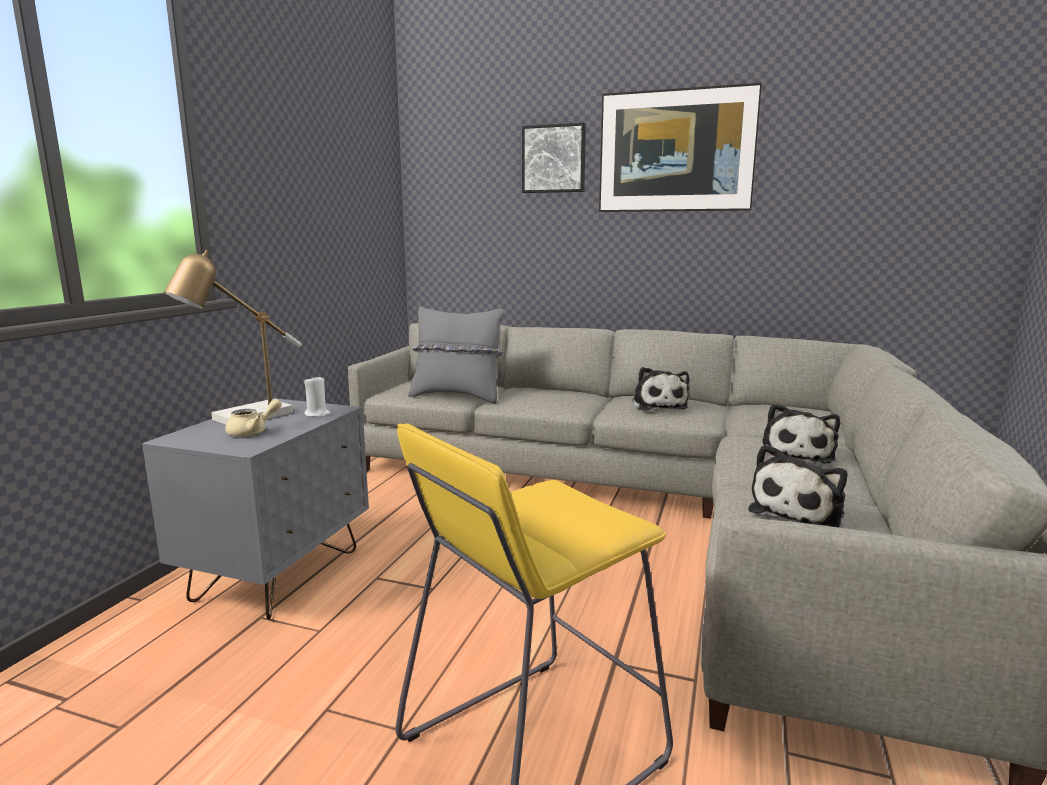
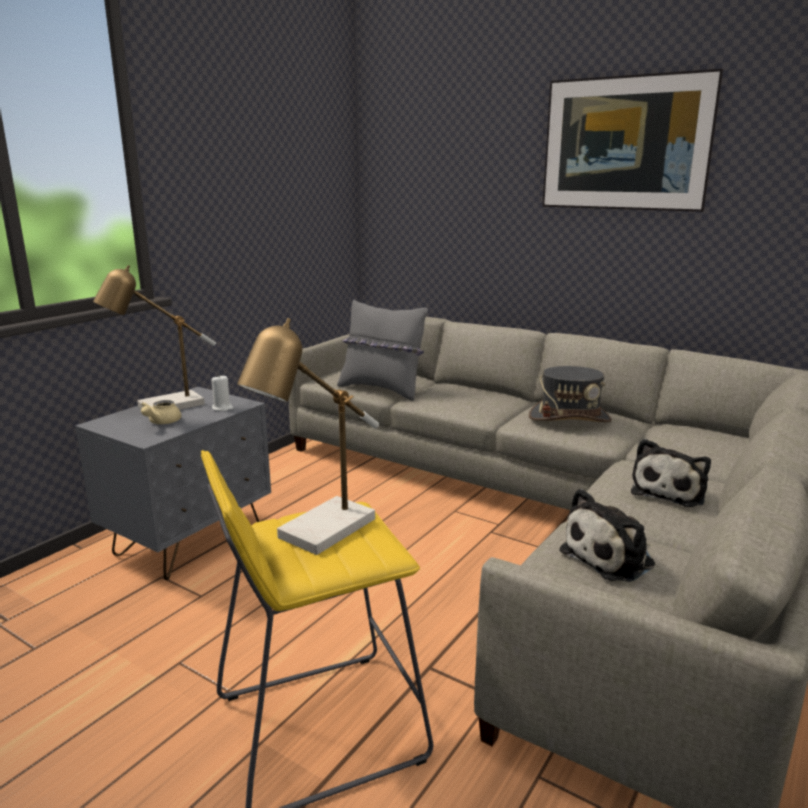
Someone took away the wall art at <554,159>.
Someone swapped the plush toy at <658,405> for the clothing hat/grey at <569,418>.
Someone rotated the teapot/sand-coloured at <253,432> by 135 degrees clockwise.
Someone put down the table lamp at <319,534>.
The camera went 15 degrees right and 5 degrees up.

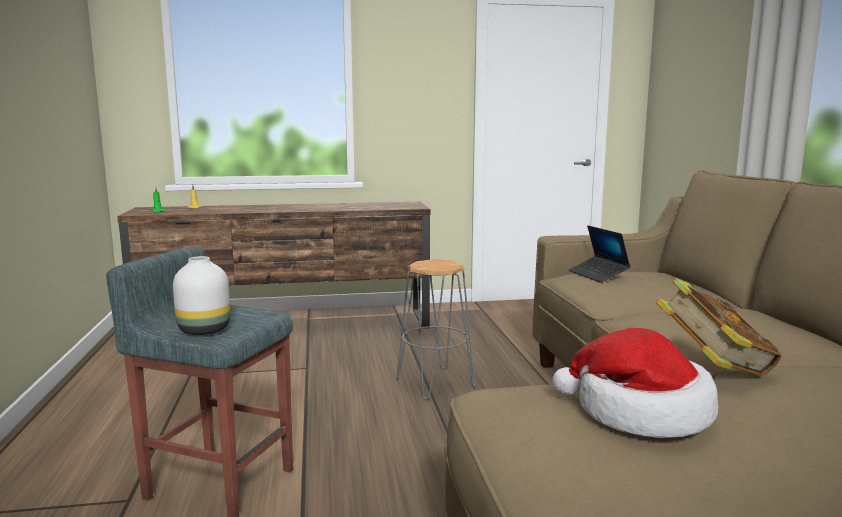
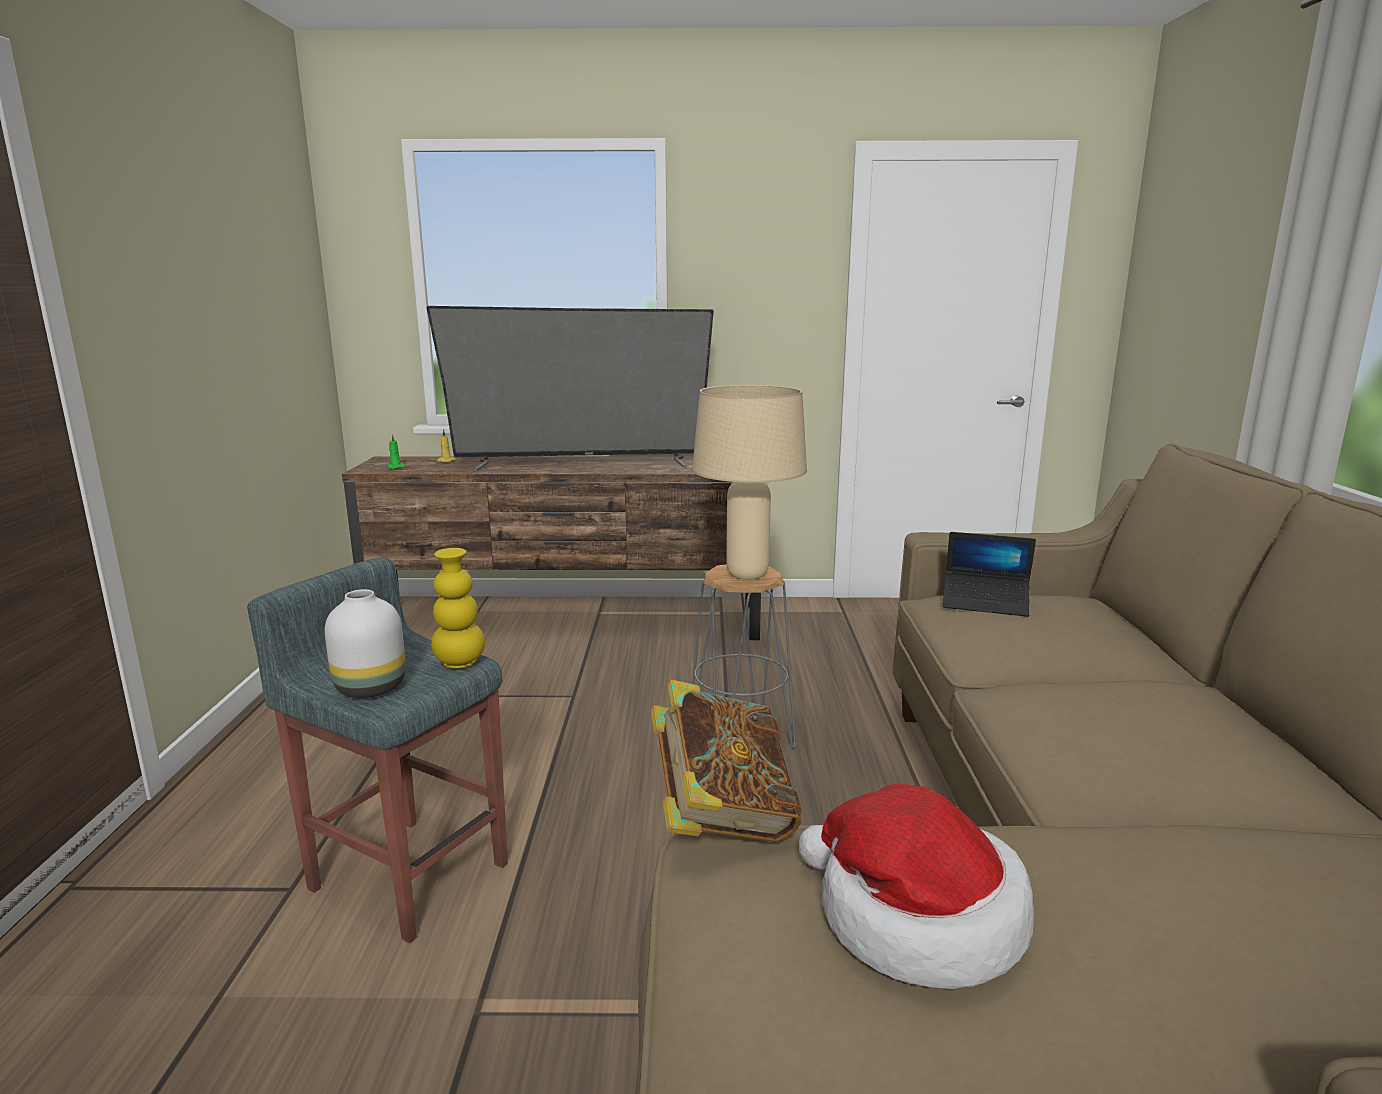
Someone rotated the laptop at <598,275> by 60 degrees counterclockwise.
Someone carried the bound book from <712,368> to <721,817>.
Someone put down the television at <580,464>.
Someone put down the table lamp/sand-coloured at <748,574>.
Someone put down the vase/yellow-coloured at <460,663>.
The camera went 10 degrees right and 5 degrees up.

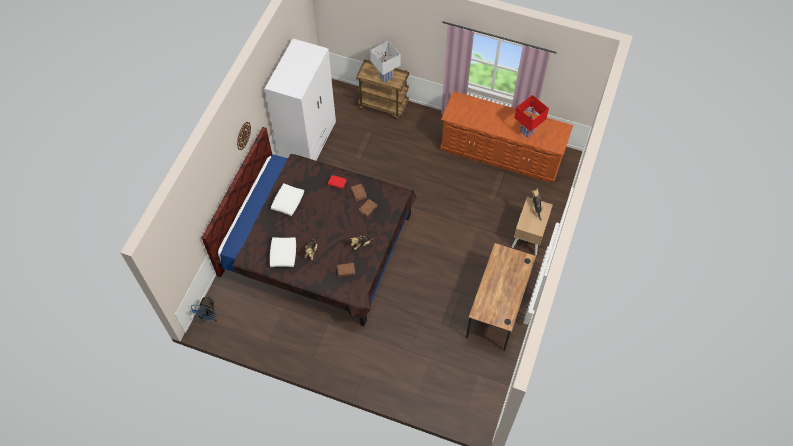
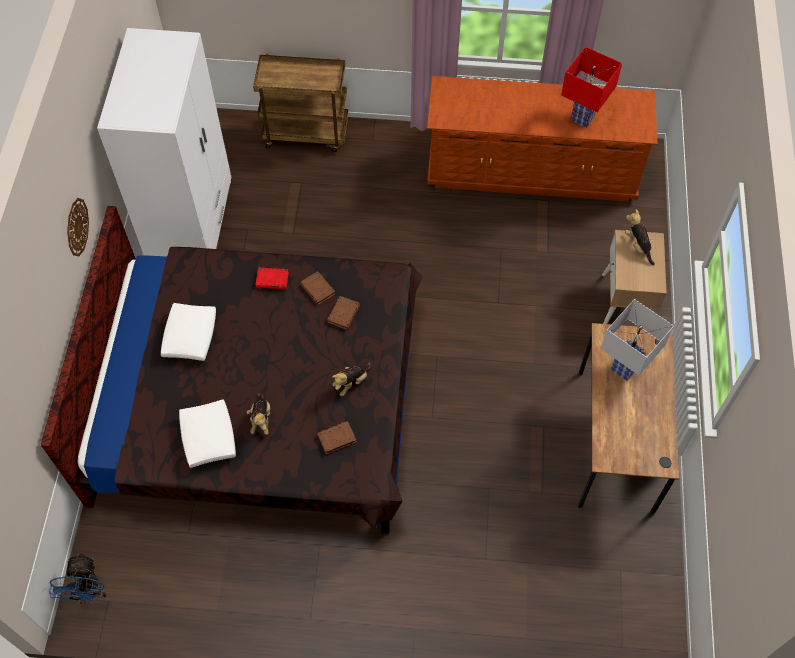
Someone carried the table lamp/white-coloured from <385,77> to <624,369>.
The camera went 15 degrees left and 0 degrees up.

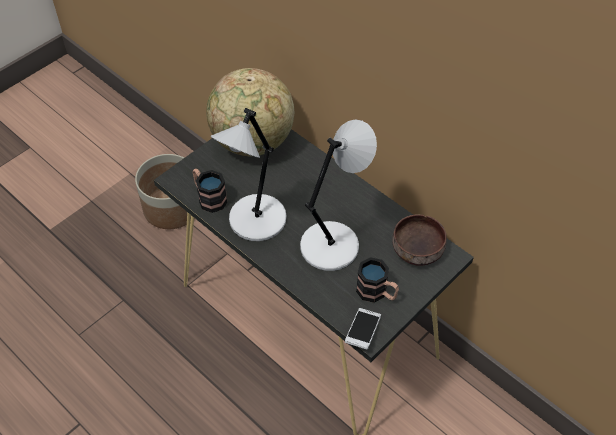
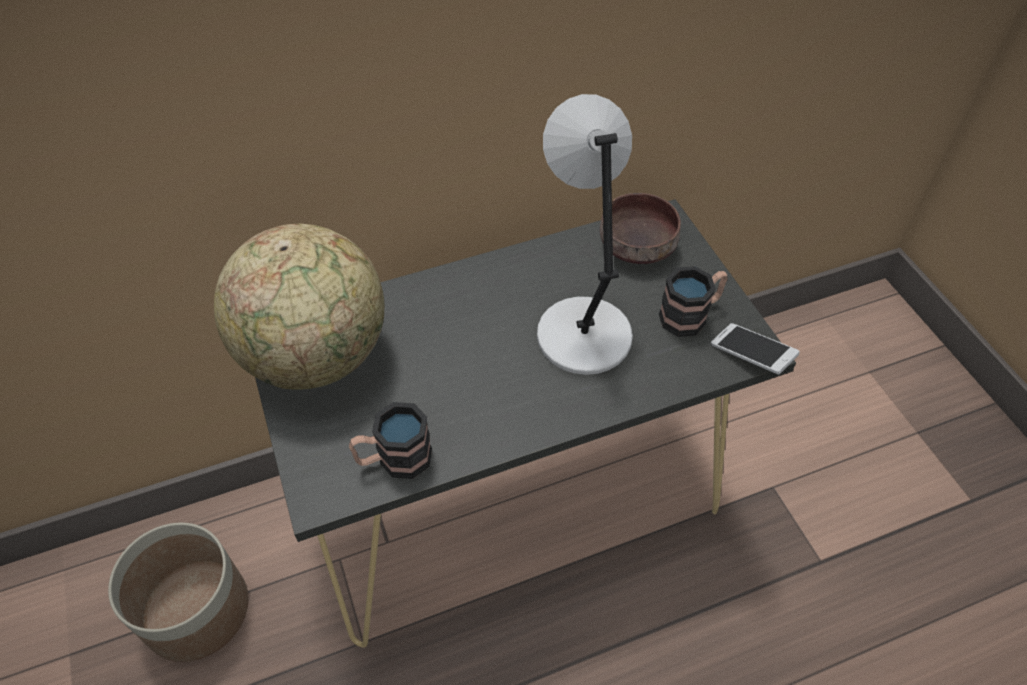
Someone took away the table lamp/grey at <255,221>.
The camera went 65 degrees left and 0 degrees up.

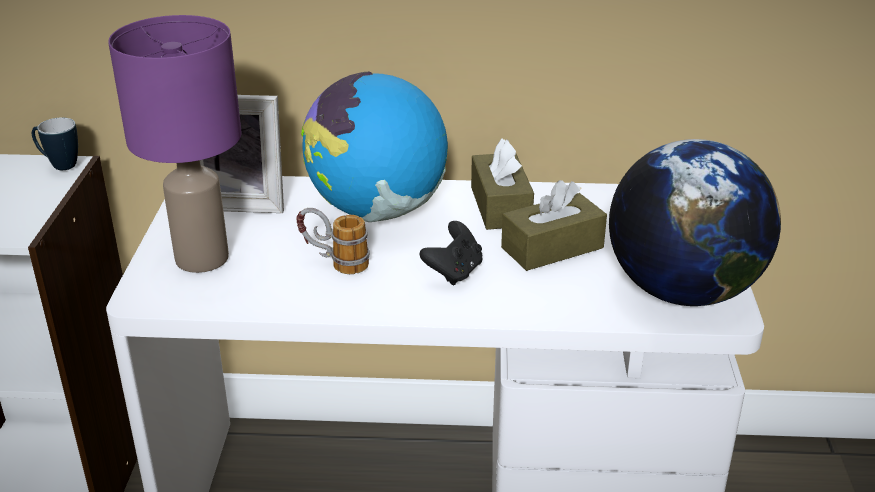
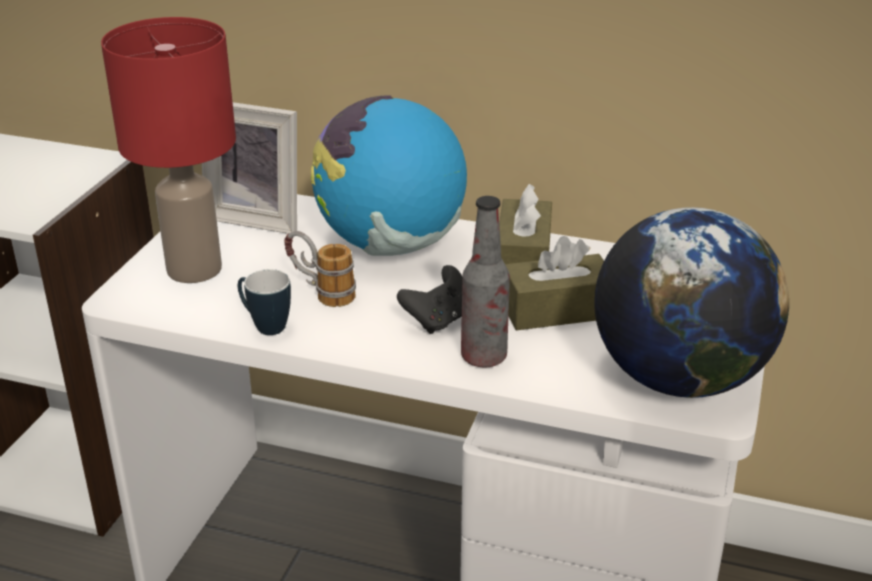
Someone repainted the table lamp/purple-coloured at <202,257>, which became the table lamp/red-coloured at <195,268>.
Someone carried the mug from <59,165> to <264,326>.
Someone put down the beverage bottle at <483,357>.
The camera went 15 degrees right and 0 degrees up.

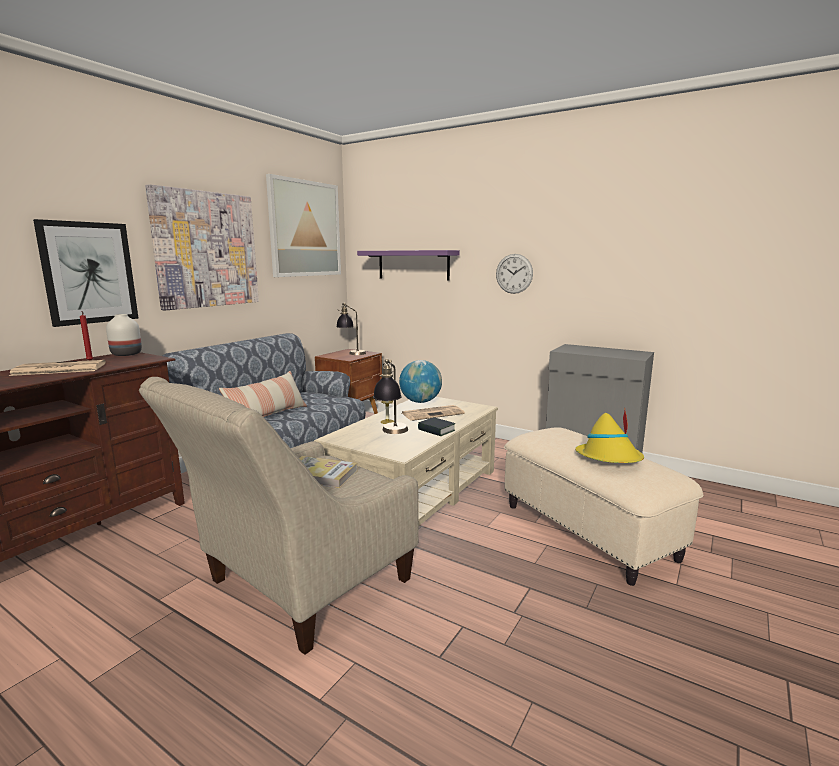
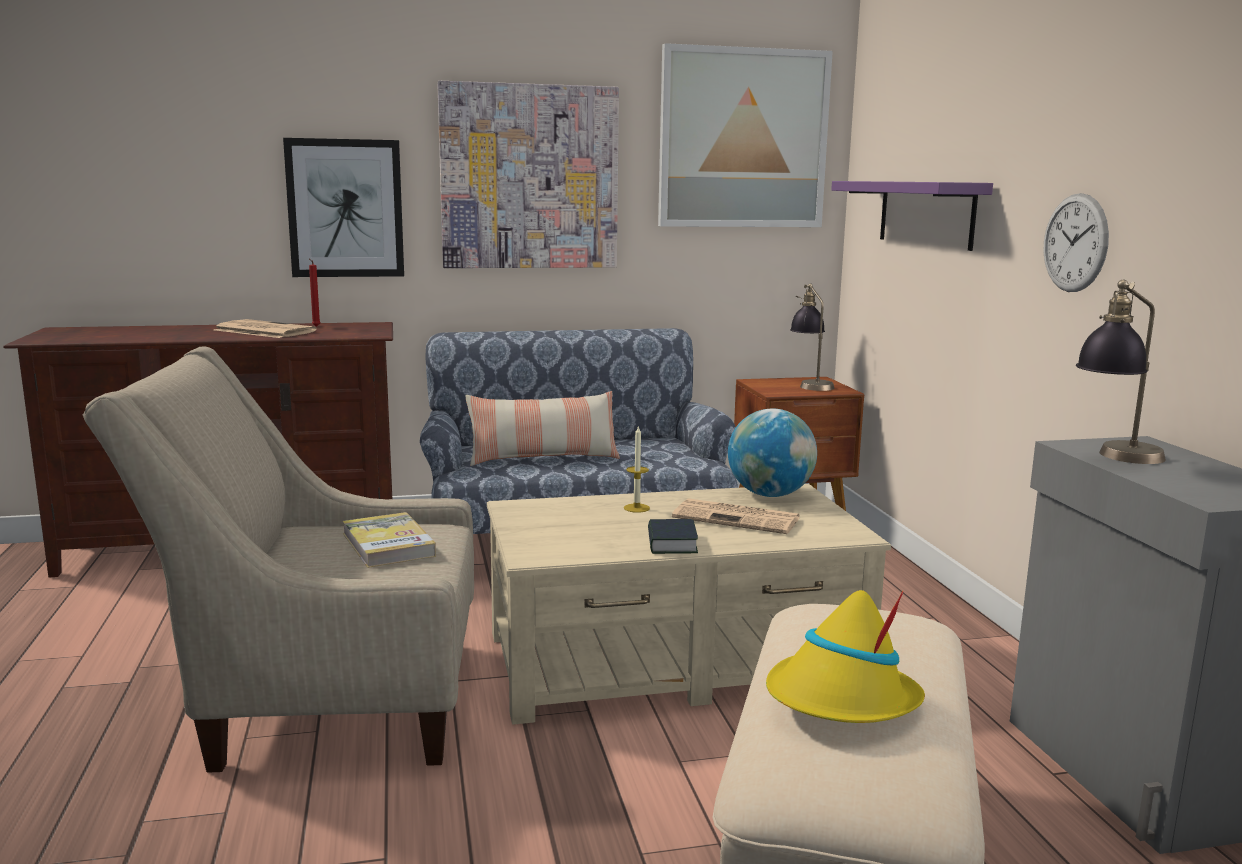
Someone took away the vase/white-coloured at <127,354>.
Someone carried the table lamp from <391,433> to <1114,459>.
The camera went 45 degrees right and 0 degrees up.

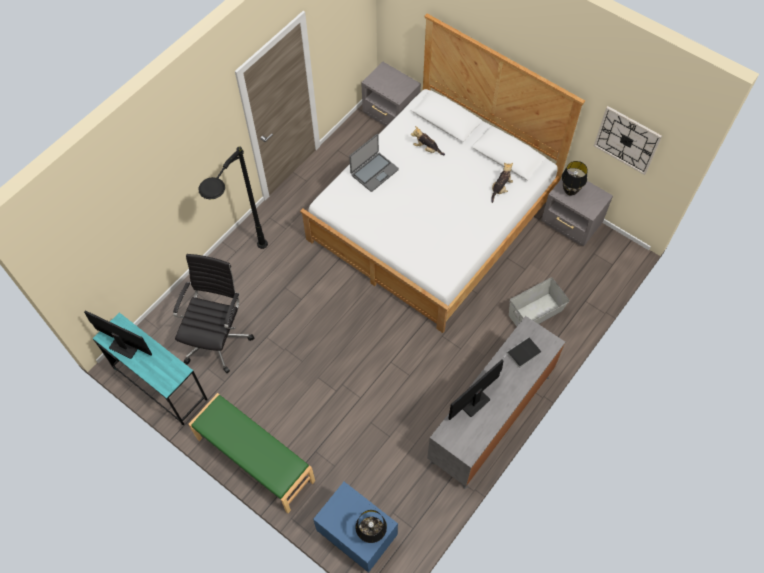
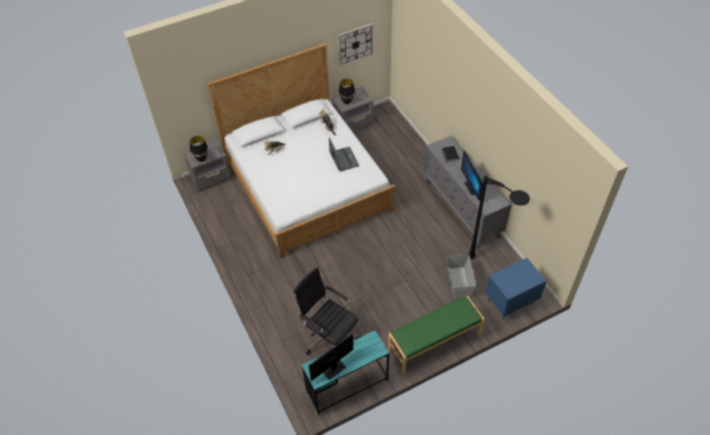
Someone carried the laptop from <374,172> to <343,159>.
Someone carried the standard lamp/blackish from <247,271> to <491,272>.
Someone carried the storage box/grey from <535,313> to <459,282>.
Someone carried the table lamp/blackish from <371,534> to <202,159>.
The camera went 65 degrees left and 10 degrees down.

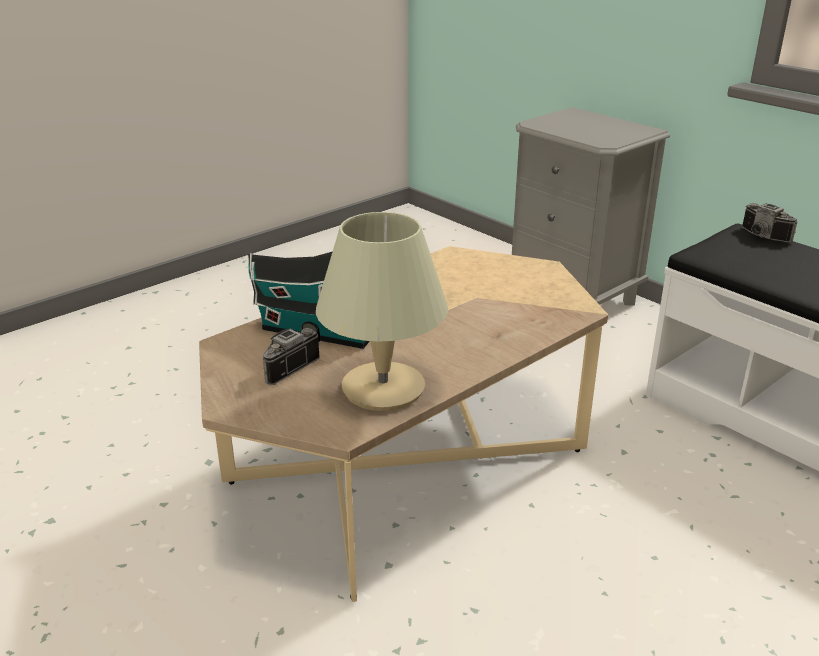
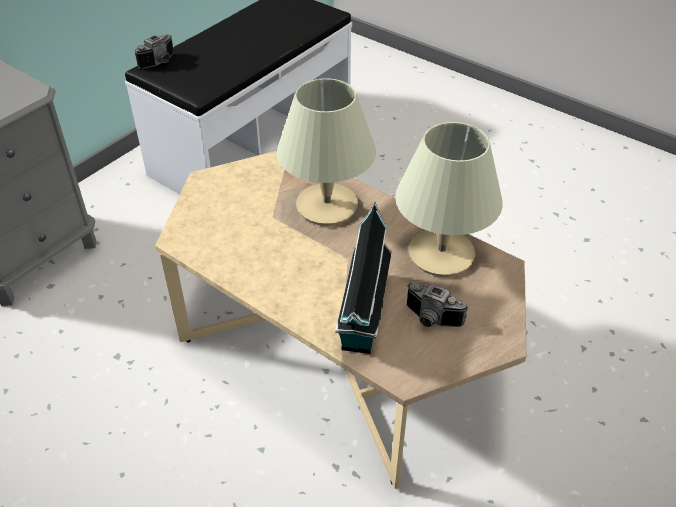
Someone put down the table lamp/sand-coloured at <327,206>.
The camera went 100 degrees left and 15 degrees up.

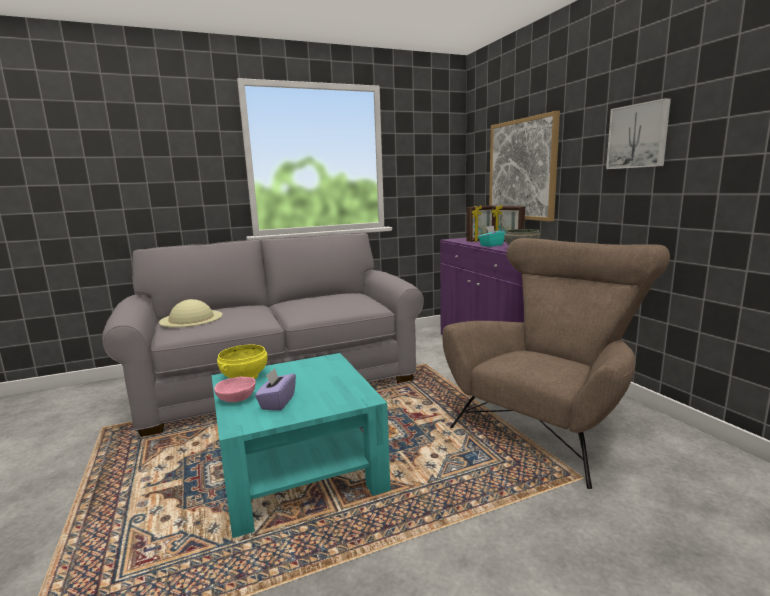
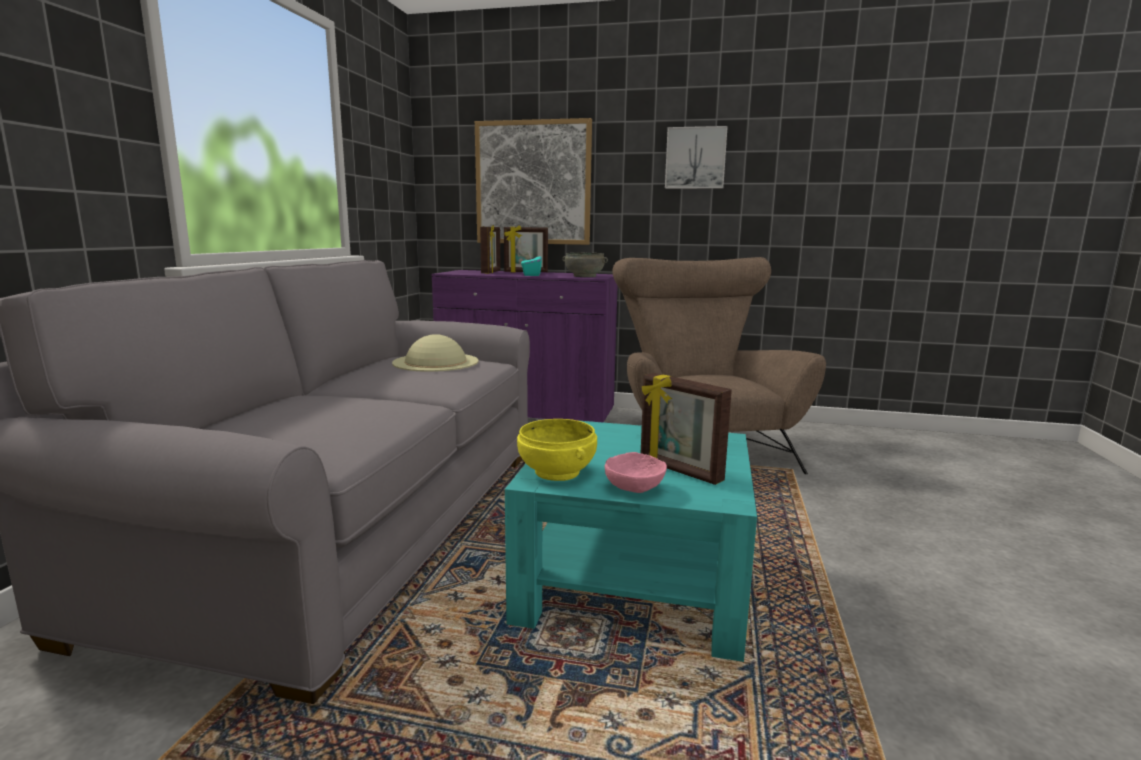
Someone carried the clothing hat/sand-coloured from <191,318> to <435,362>.
Someone swapped the box of tissues/purple-coloured at <277,402> for the standing frame at <679,471>.
The camera went 55 degrees left and 0 degrees up.

